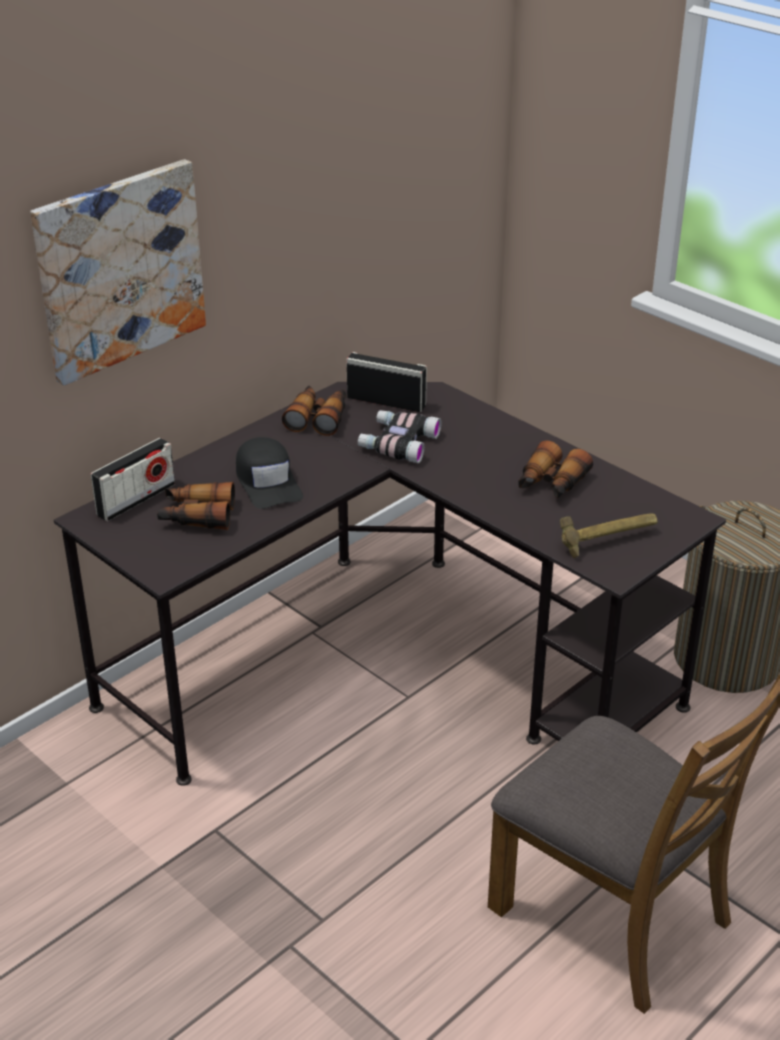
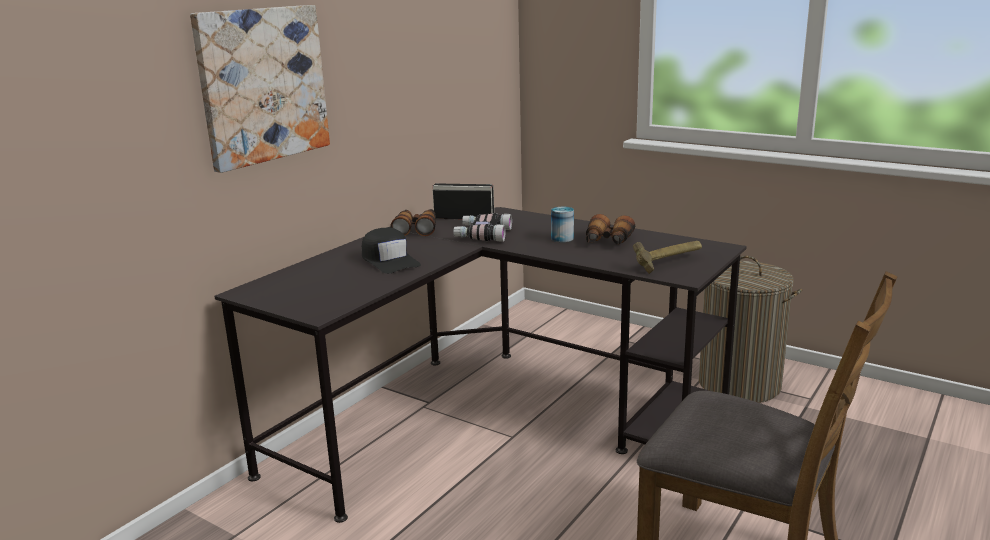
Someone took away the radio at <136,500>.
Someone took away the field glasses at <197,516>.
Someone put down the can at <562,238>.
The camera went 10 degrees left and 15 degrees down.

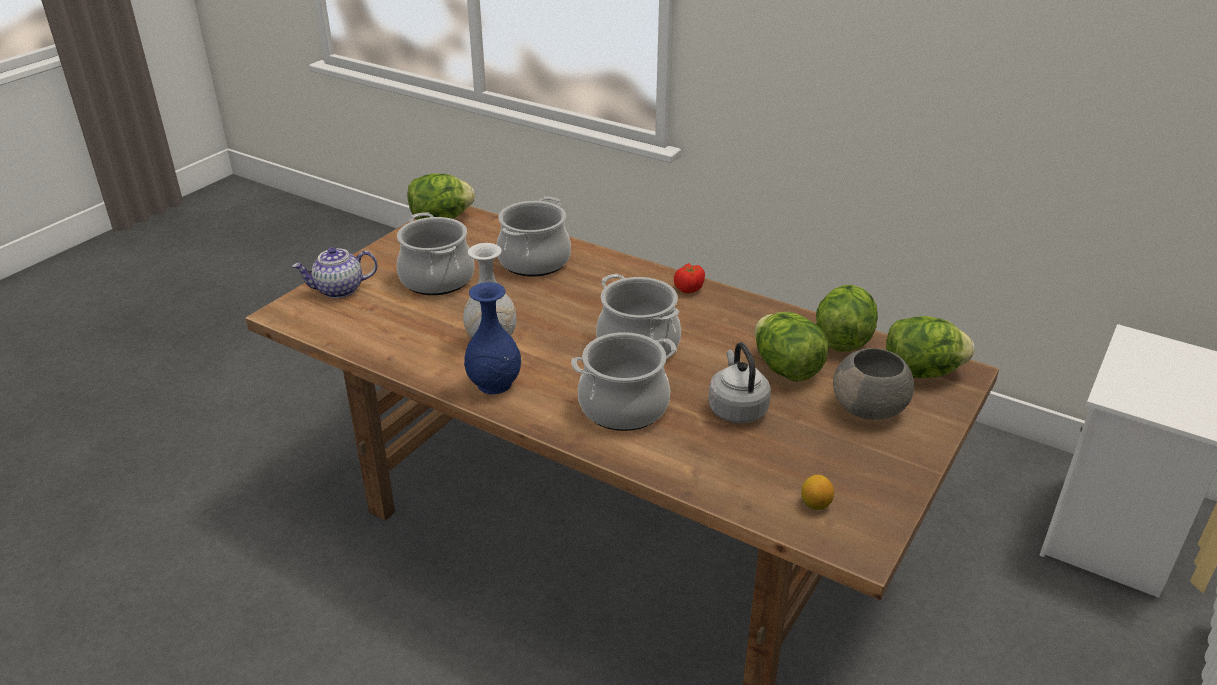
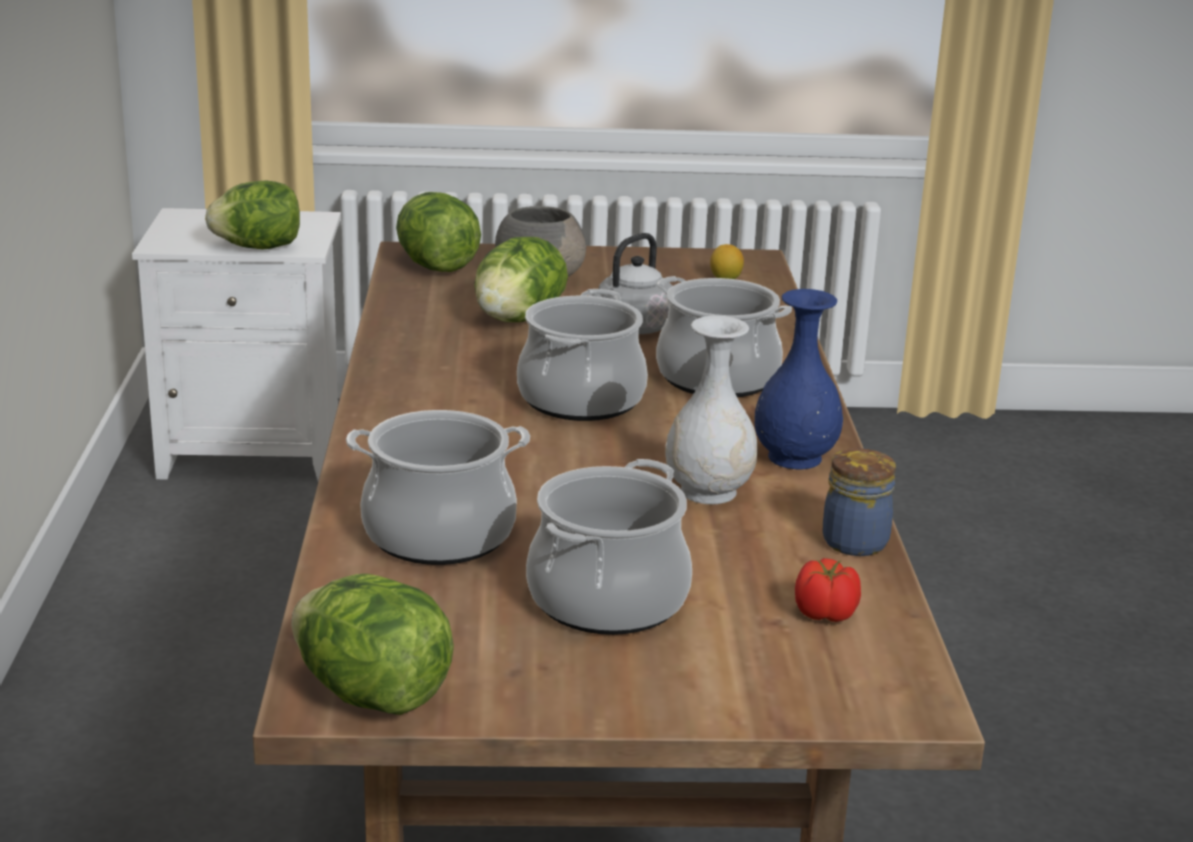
Someone took away the teapot at <339,290>.
Someone carried the whole tomato from <688,289> to <826,615>.
Someone carried the head of lettuce from <843,340> to <258,247>.
Someone put down the jar at <855,541>.
The camera went 125 degrees left and 10 degrees down.

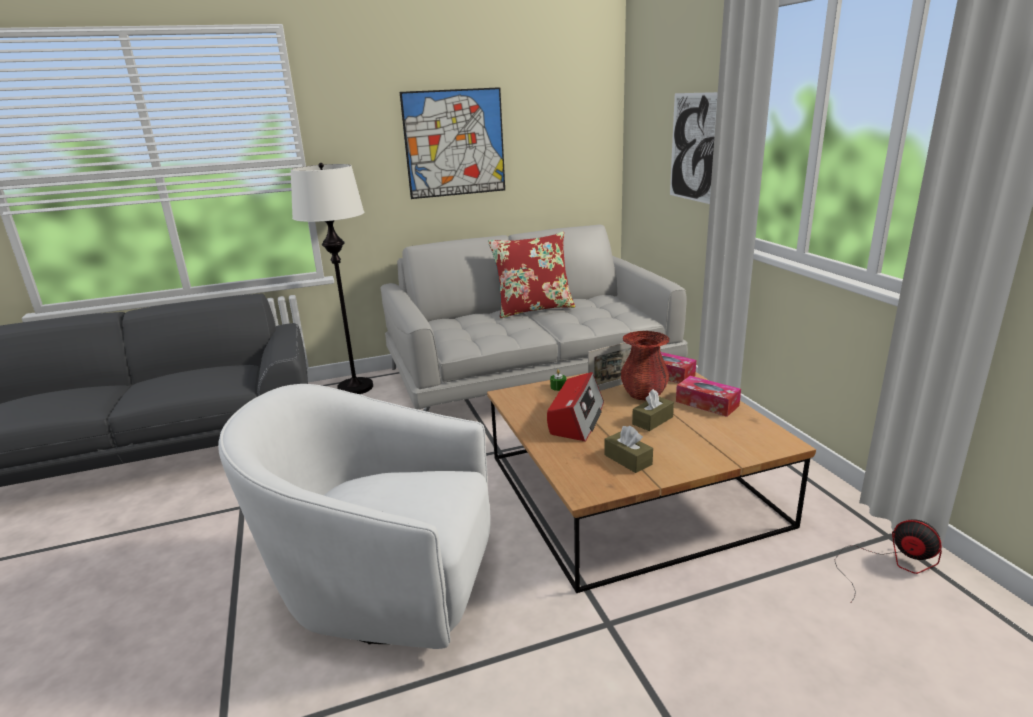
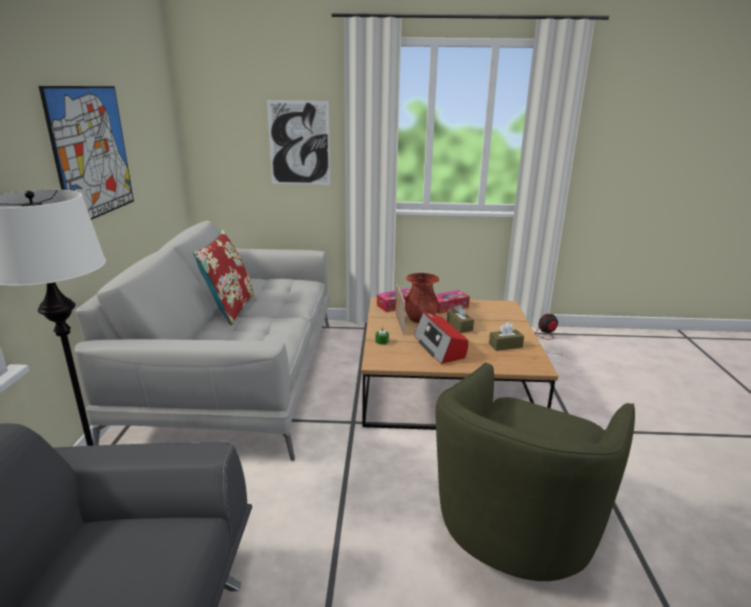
Someone rotated the radio at <576,419> by 150 degrees counterclockwise.
Someone repainted the lounge chair/white-coloured at <383,586>, which became the lounge chair/greenish at <516,525>.
The camera went 70 degrees left and 0 degrees up.

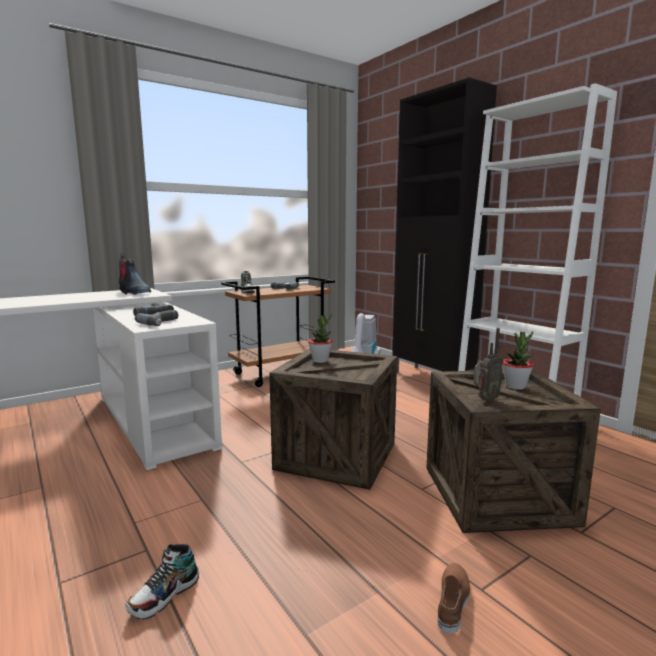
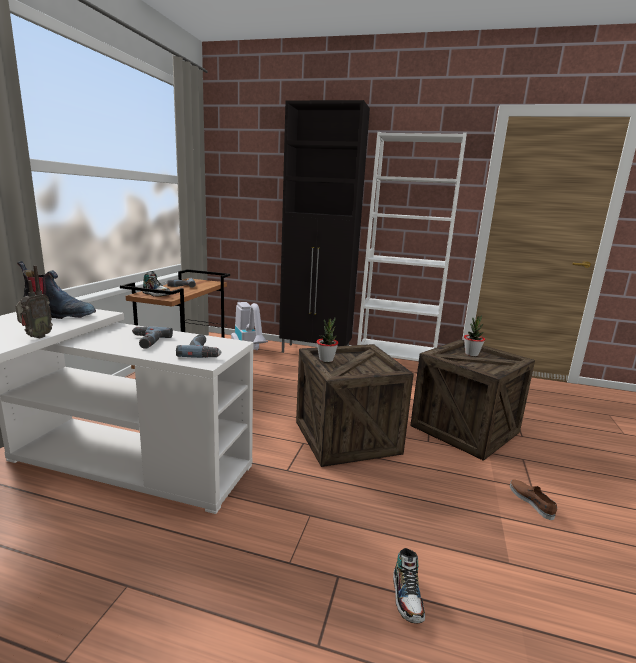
Someone carried the radio from <485,400> to <36,337>.
The camera went 40 degrees left and 5 degrees up.

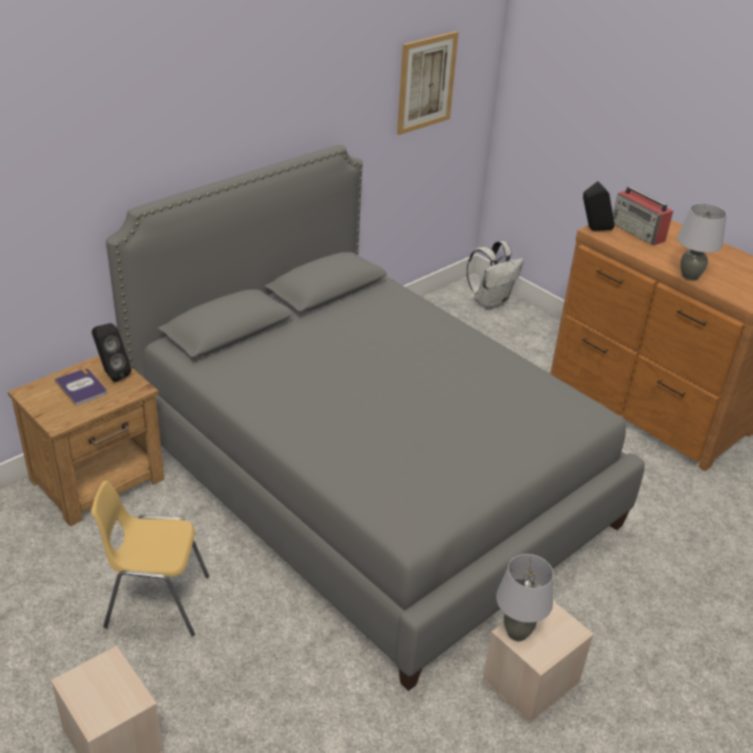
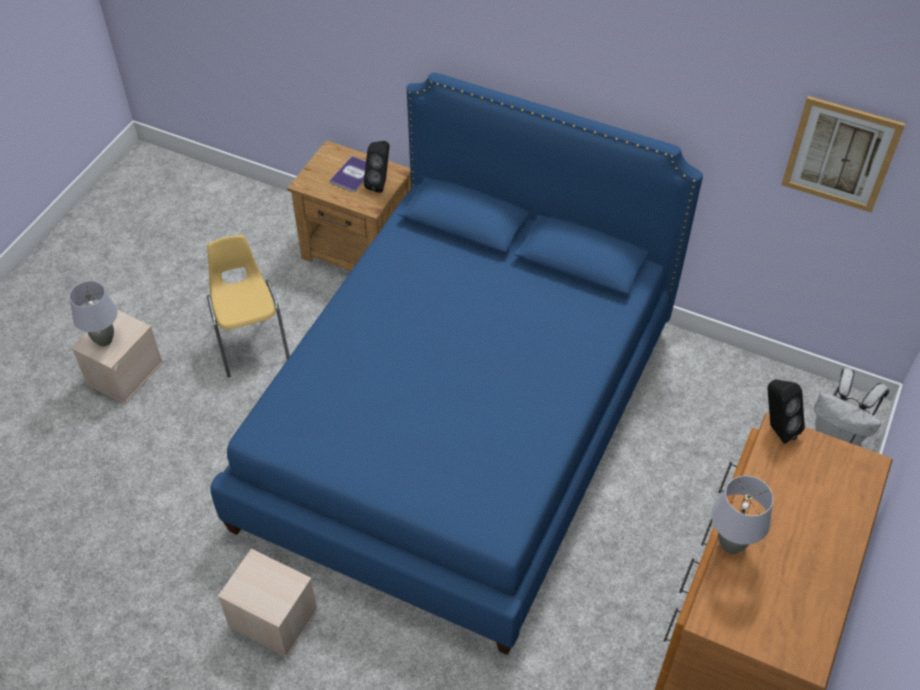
Someone repainted the sleeping bed/grey at <369,478>, which became the sleeping bed/blue at <460,424>.
Someone took away the radio at <638,232>.
Someone carried the table lamp/grey from <517,633> to <104,340>.
The camera went 70 degrees right and 15 degrees up.

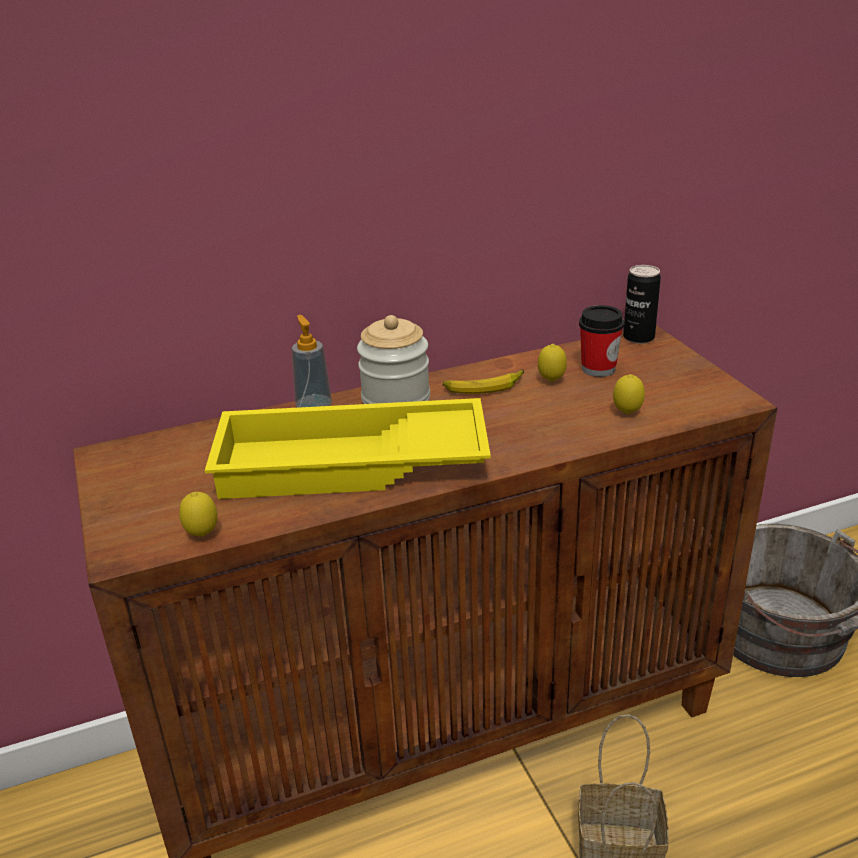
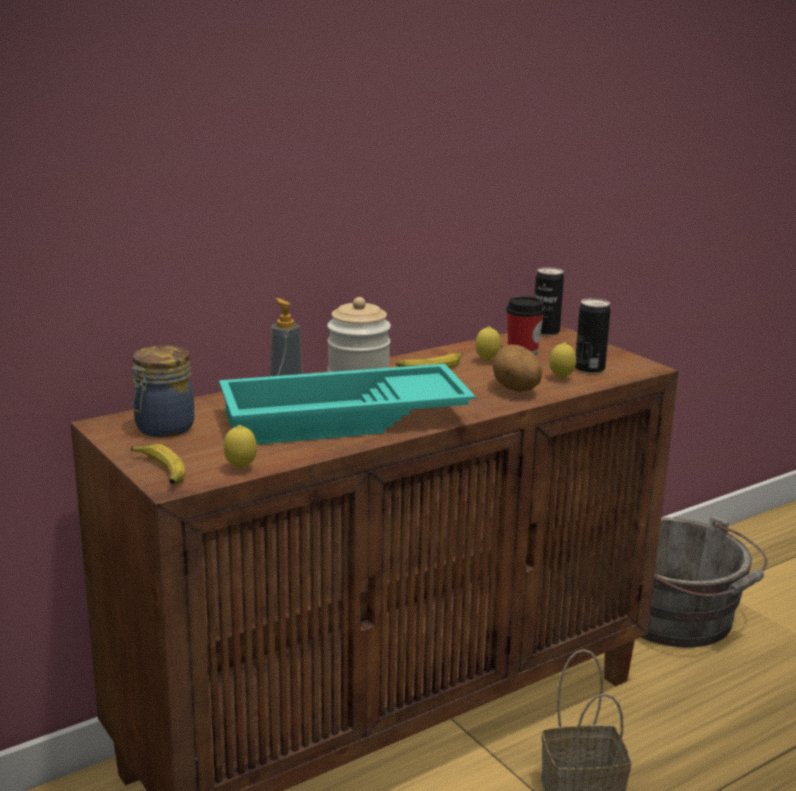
Someone repainted the carrying tray/yellow-coloured at <349,466>, which became the carrying tray/turquoise at <343,420>.
Someone put down the can at <589,369>.
Someone put down the spud at <515,390>.
Someone put down the jar at <163,428>.
Someone put down the banana fruit at <160,471>.
The camera went 15 degrees left and 10 degrees down.

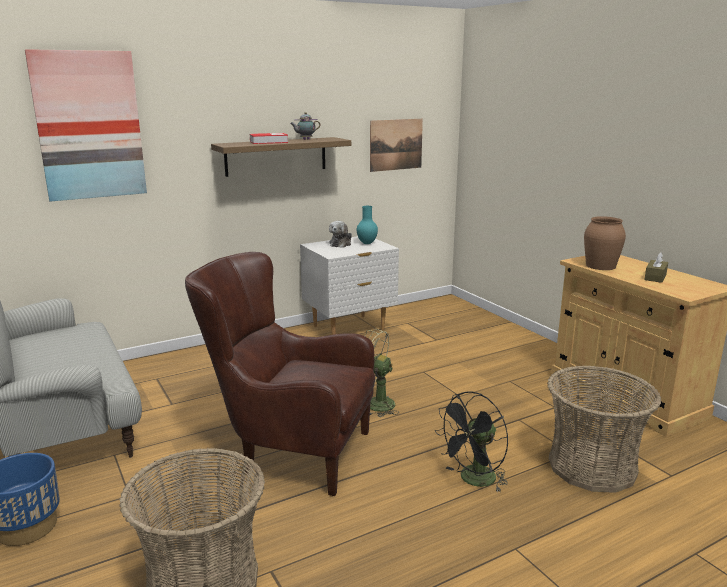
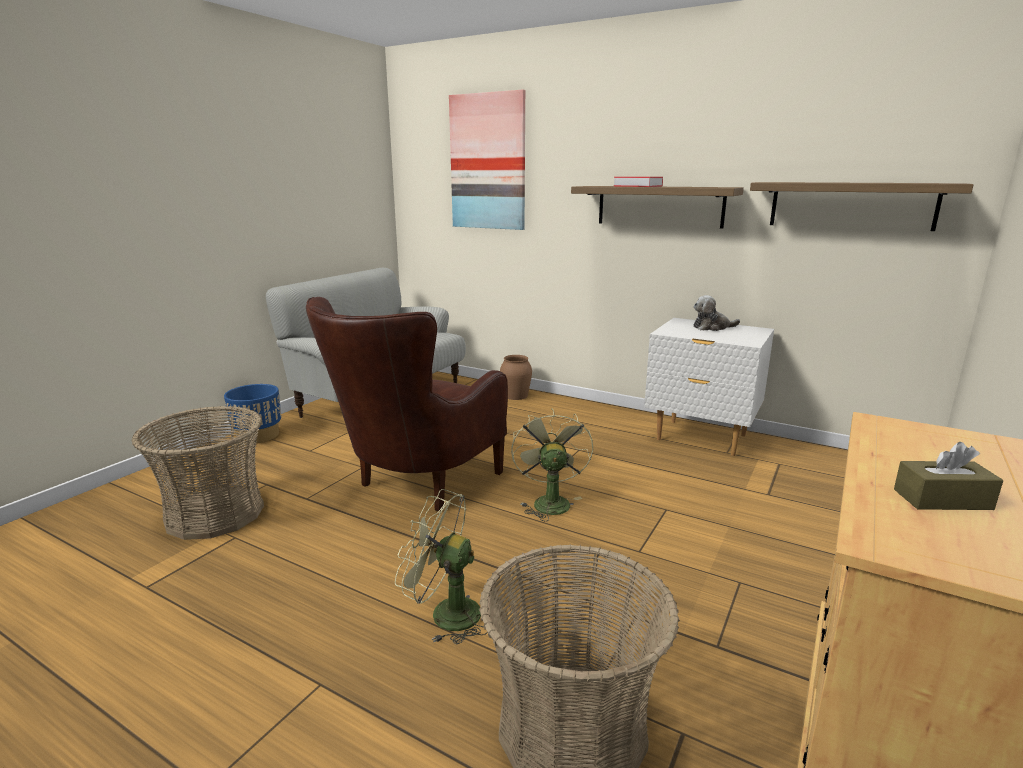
Someone took away the teapot at <305,139>.
Someone swapped the wall art at <396,144> for the shelf at <851,205>.
Someone took away the vase/turquoise at <367,243>.
Someone carried the vase/brownish from <601,266> to <516,396>.
Someone rotated the lounge chair/brownish at <288,451> by 135 degrees counterclockwise.
Someone repainted the electric fan/blackish at <473,481>, which became the electric fan/greenish at <445,614>.
The camera went 60 degrees right and 0 degrees up.

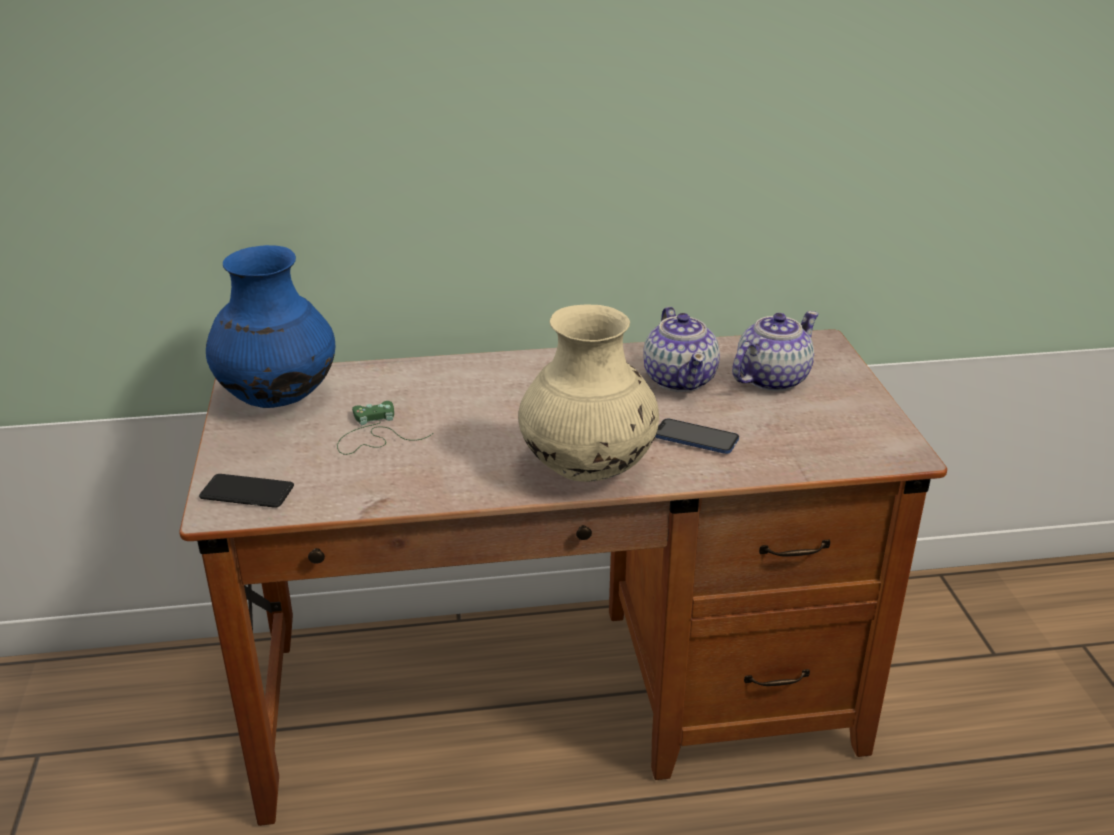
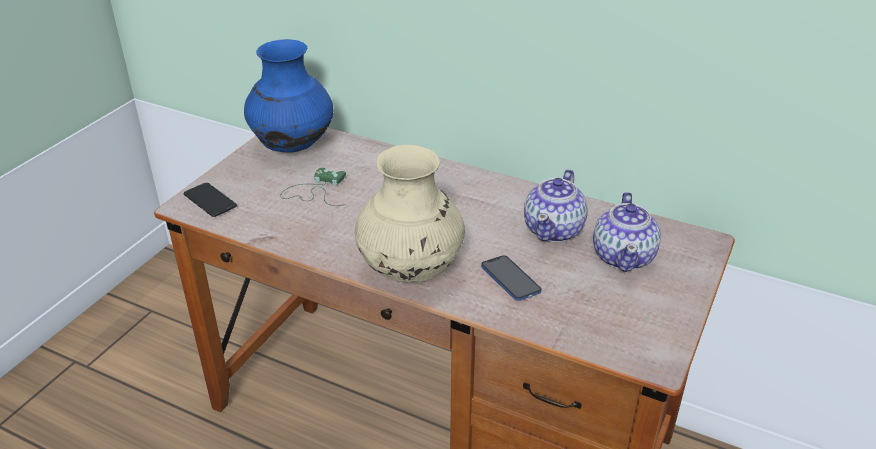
Someone rotated the teapot at <770,379> by 105 degrees clockwise.
The camera went 35 degrees right and 5 degrees up.

